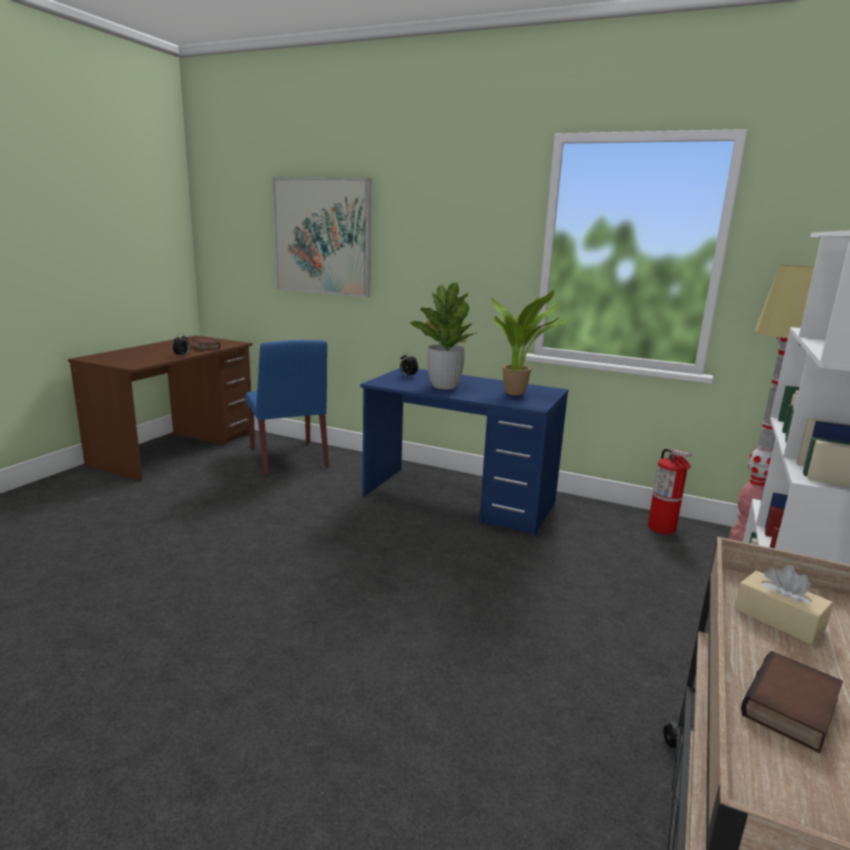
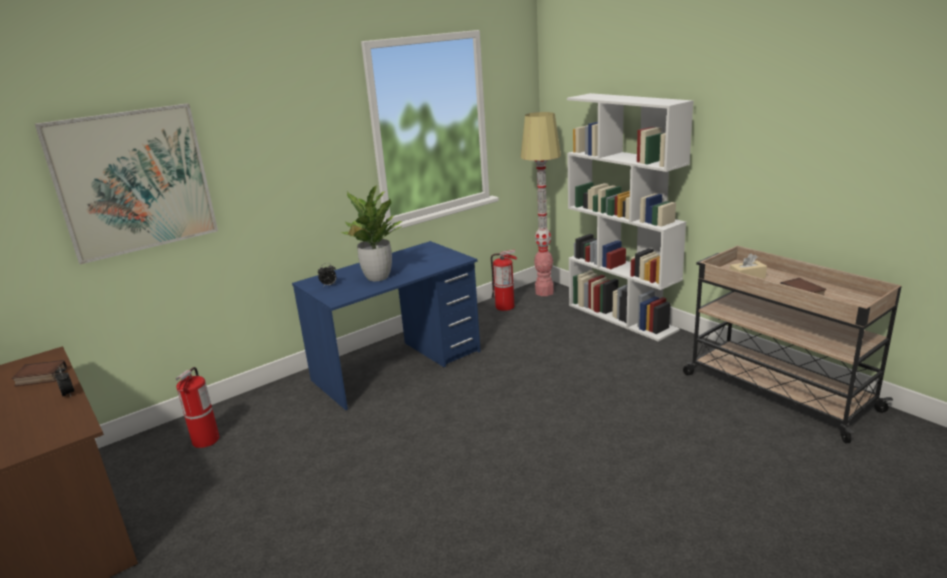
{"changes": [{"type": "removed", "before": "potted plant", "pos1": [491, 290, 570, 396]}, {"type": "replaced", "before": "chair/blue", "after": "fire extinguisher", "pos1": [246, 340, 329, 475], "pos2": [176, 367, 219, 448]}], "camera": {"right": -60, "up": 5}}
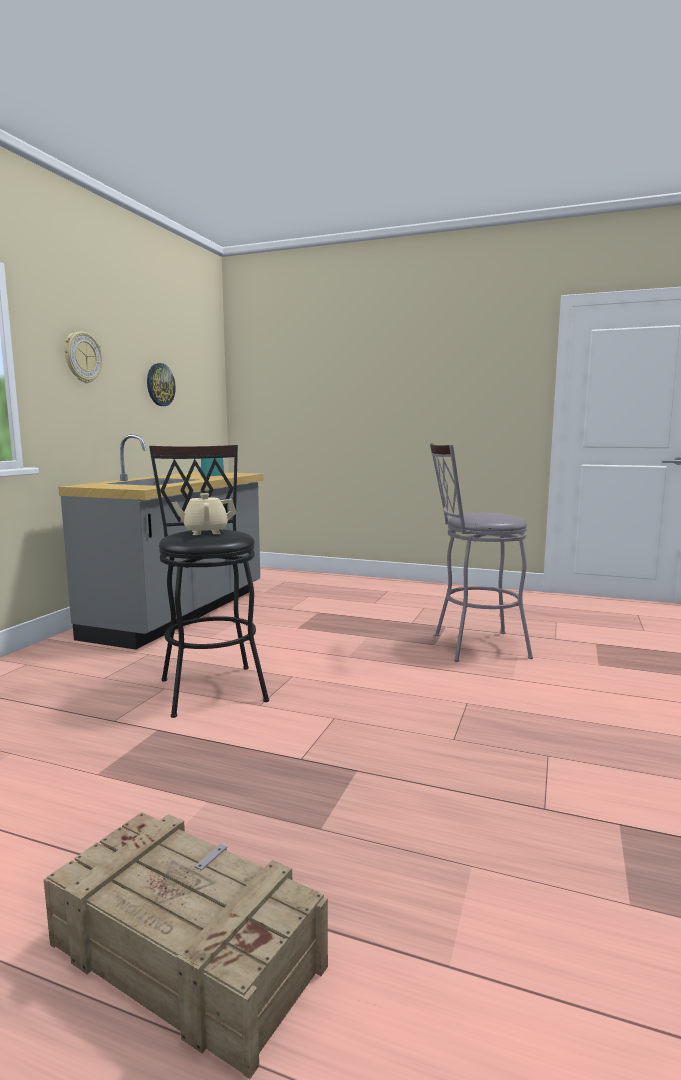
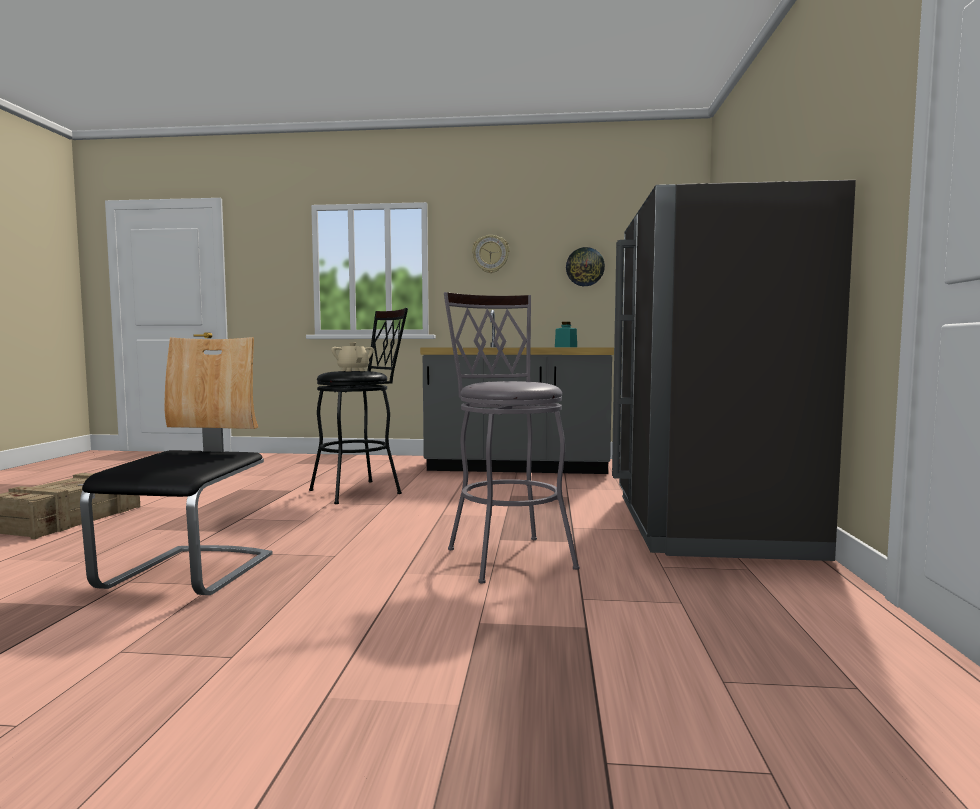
{"changes": [{"type": "added", "after": "fridge/grey", "pos2": [612, 180, 856, 561]}, {"type": "added", "after": "chair", "pos2": [80, 337, 273, 595]}], "camera": {"right": 75, "up": -5}}
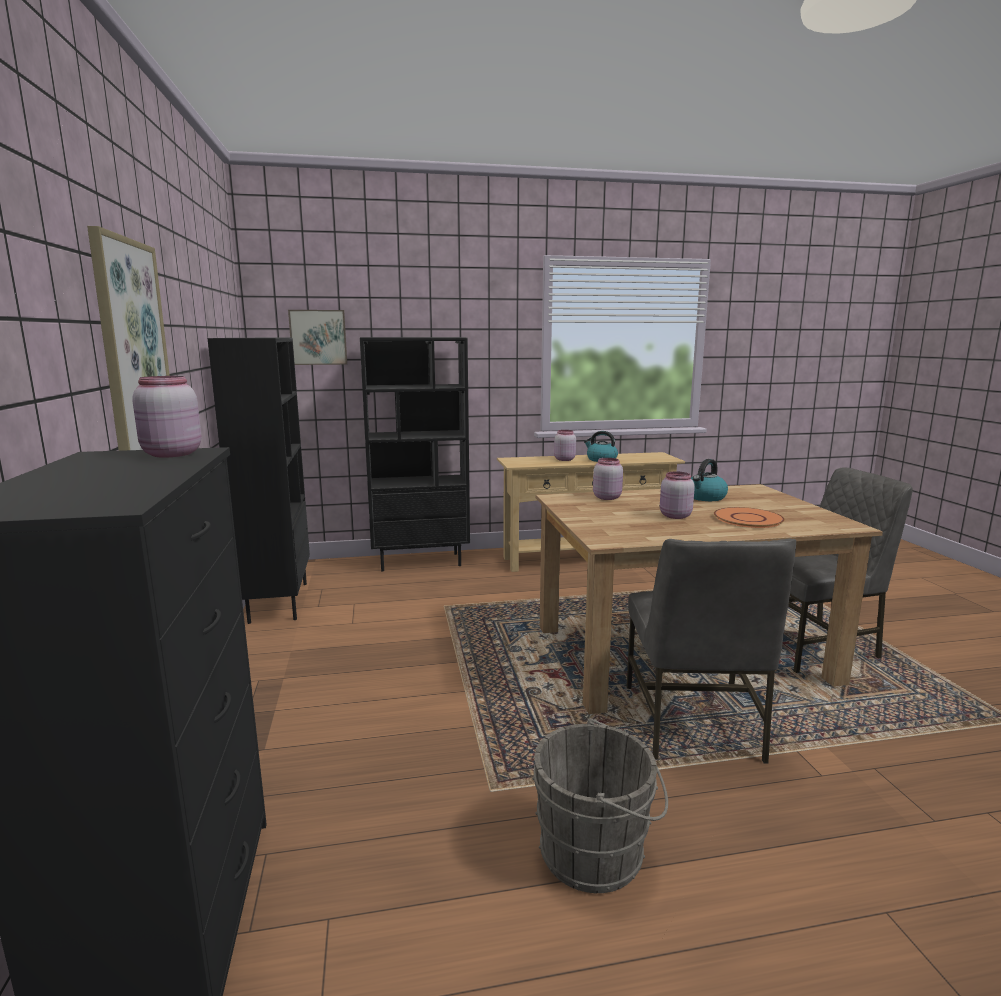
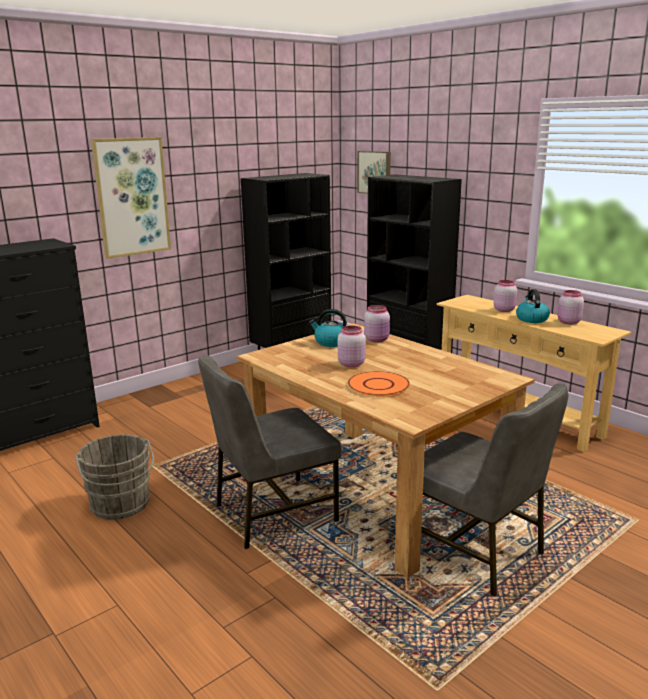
{"changes": [{"type": "moved", "before": "jar/pink", "pos1": [132, 376, 201, 458], "pos2": [558, 290, 584, 324]}, {"type": "moved", "before": "kettle", "pos1": [691, 459, 728, 501], "pos2": [309, 309, 347, 347]}], "camera": {"right": 60, "up": 5}}
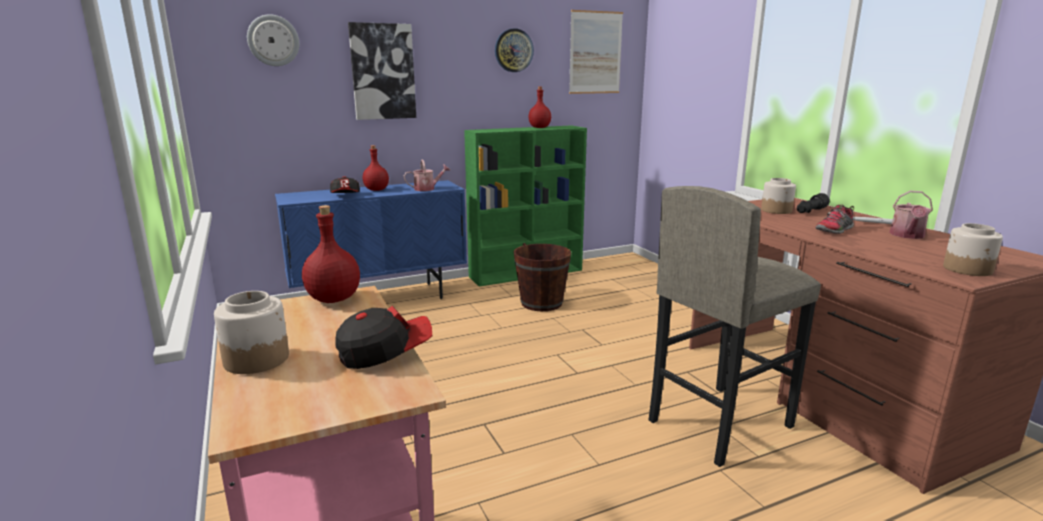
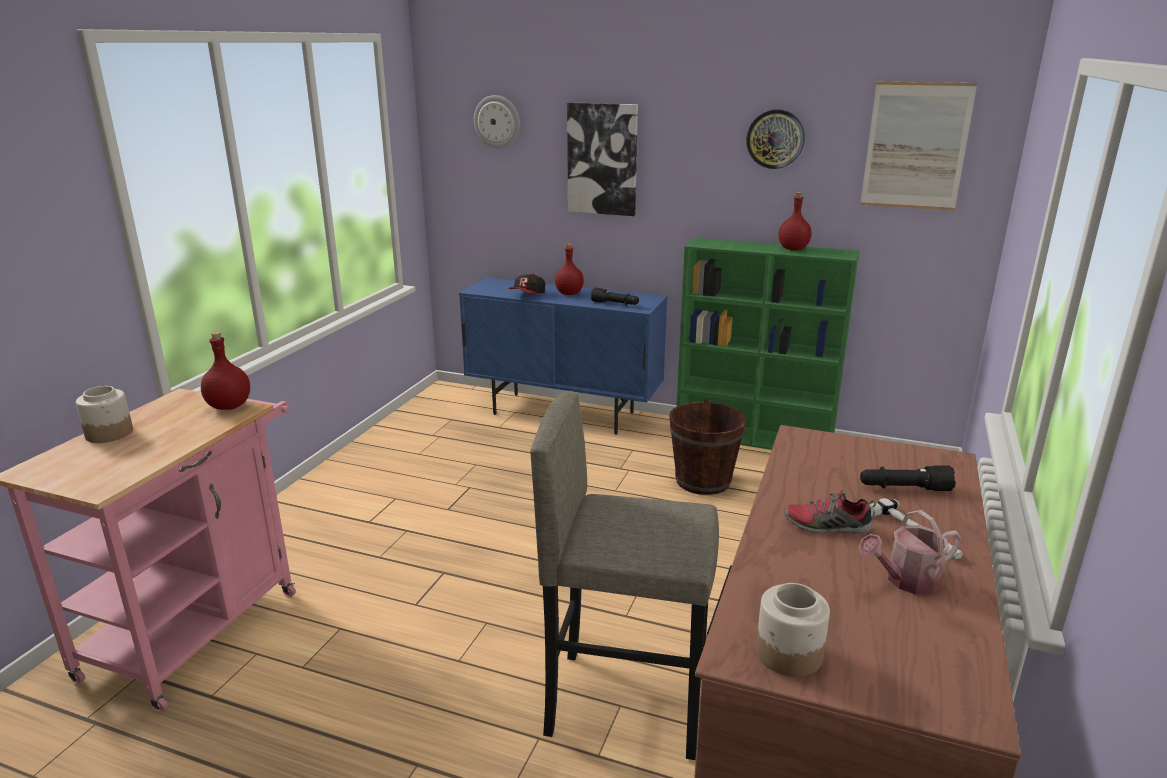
{"changes": [{"type": "replaced", "before": "watering can", "after": "flashlight/black", "pos1": [404, 160, 450, 191], "pos2": [591, 288, 639, 305]}, {"type": "removed", "before": "jar", "pos1": [761, 178, 796, 214]}, {"type": "removed", "before": "cap", "pos1": [336, 306, 432, 369]}], "camera": {"right": 45, "up": 5}}
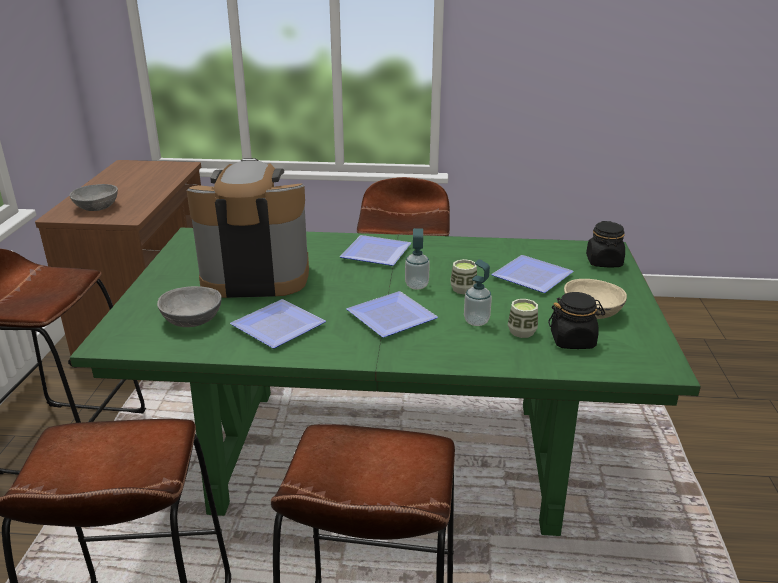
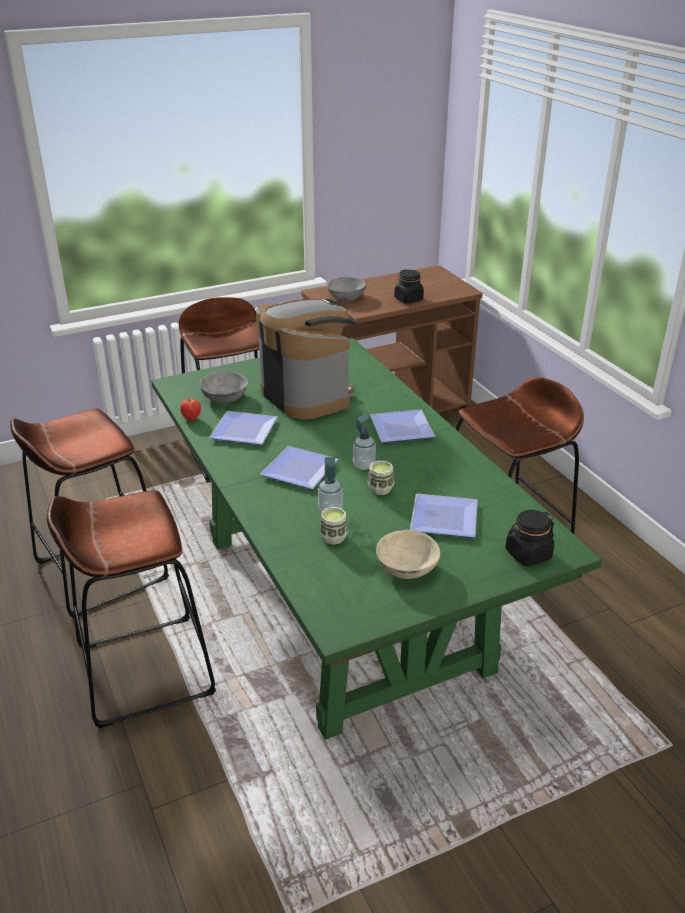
{"changes": [{"type": "moved", "before": "jar/black", "pos1": [548, 292, 605, 349], "pos2": [394, 269, 424, 304]}, {"type": "added", "after": "apple", "pos2": [180, 398, 201, 421]}], "camera": {"right": 60, "up": 5}}
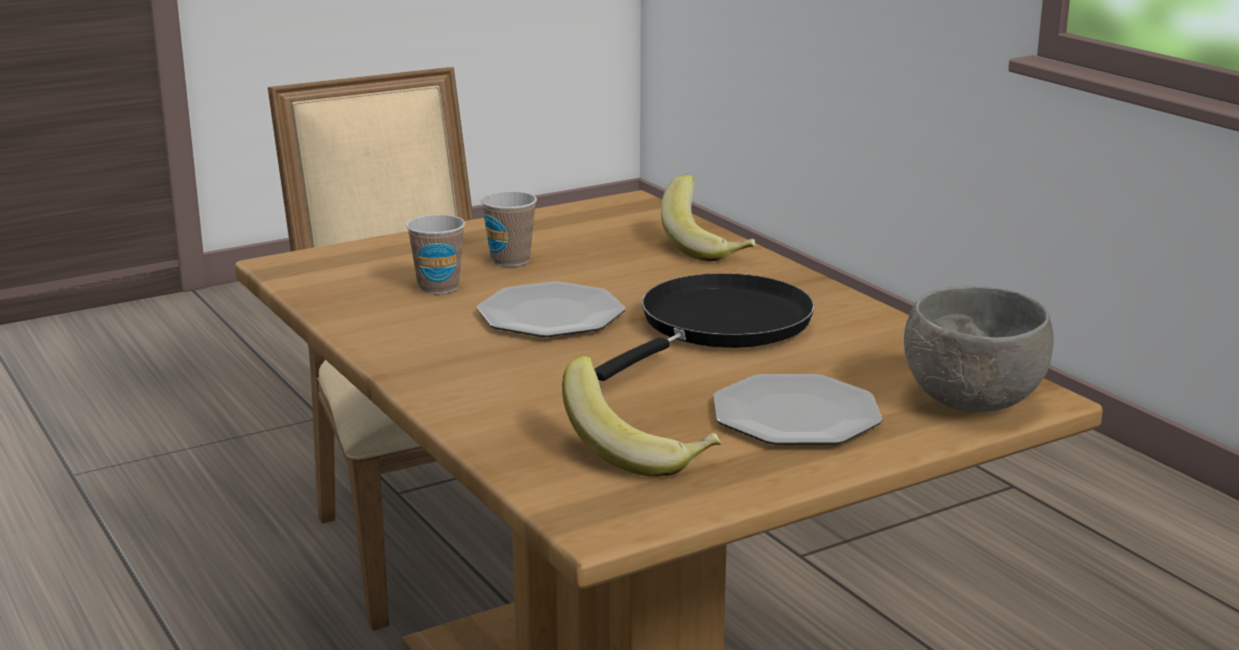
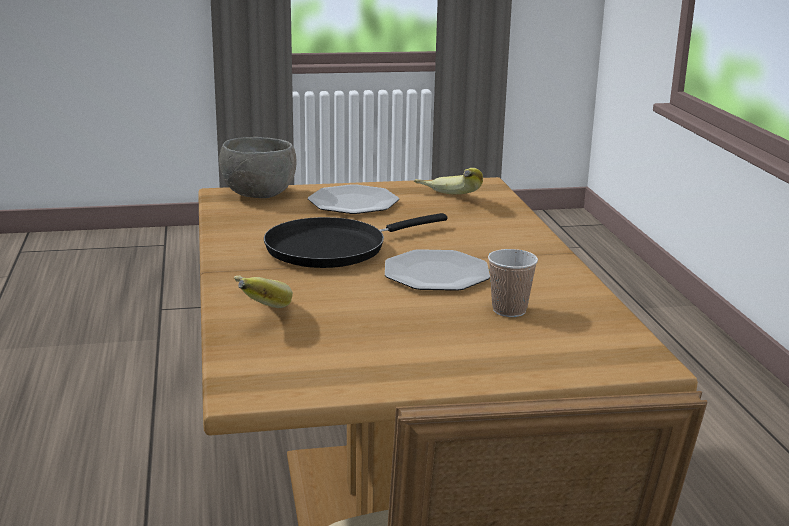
{"changes": [{"type": "removed", "before": "cup", "pos1": [481, 191, 537, 267]}], "camera": {"right": -160, "up": 0}}
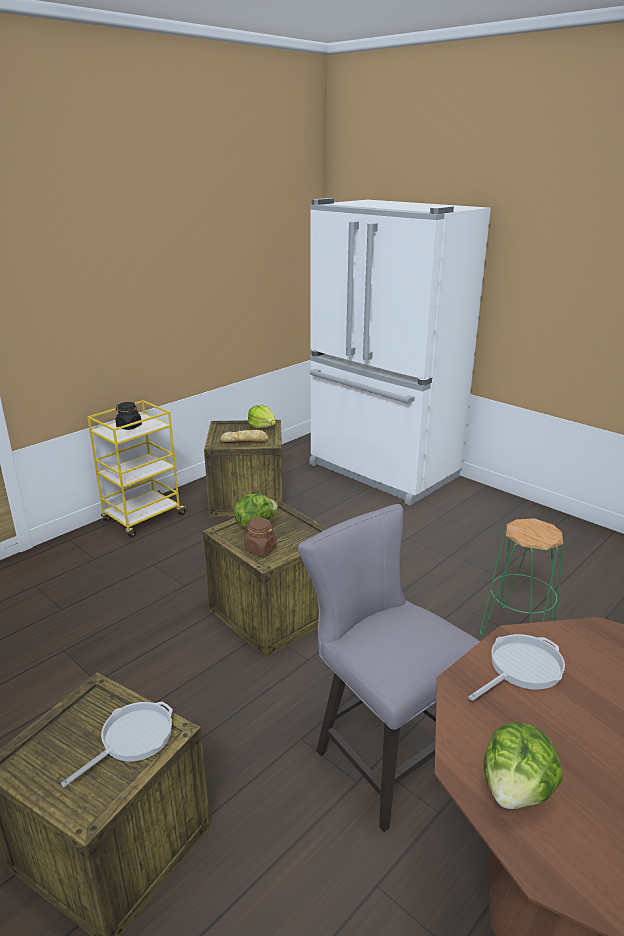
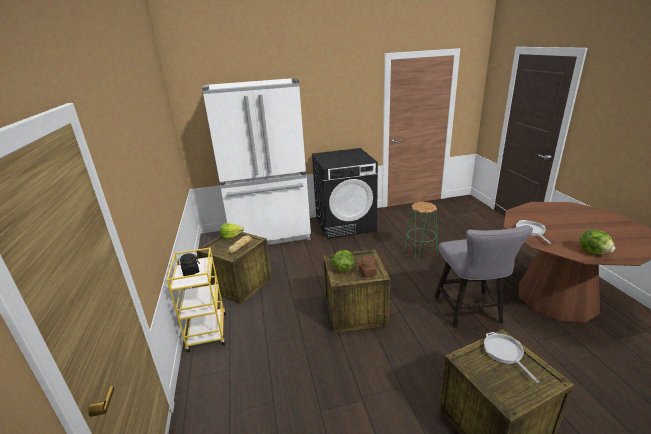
{"changes": [{"type": "turned", "before": "chair/grey", "pos1": [298, 504, 480, 832], "pos2": [434, 225, 533, 328], "turn": -90}, {"type": "added", "after": "washing machine/black", "pos2": [312, 148, 378, 239]}], "camera": {"right": -55, "up": 0}}
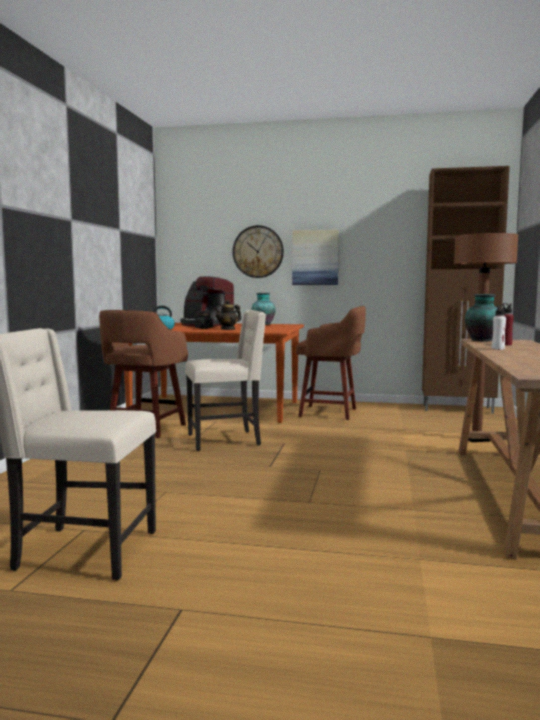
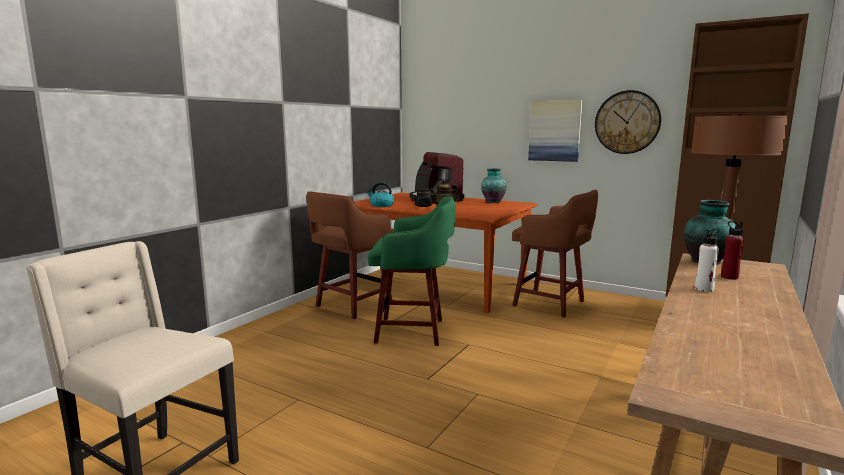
{"changes": [{"type": "moved", "before": "wall clock", "pos1": [233, 225, 284, 278], "pos2": [595, 90, 662, 154]}, {"type": "replaced", "before": "chair/beige", "after": "stool/green", "pos1": [185, 310, 266, 451], "pos2": [368, 196, 456, 346]}], "camera": {"right": 20, "up": 5}}
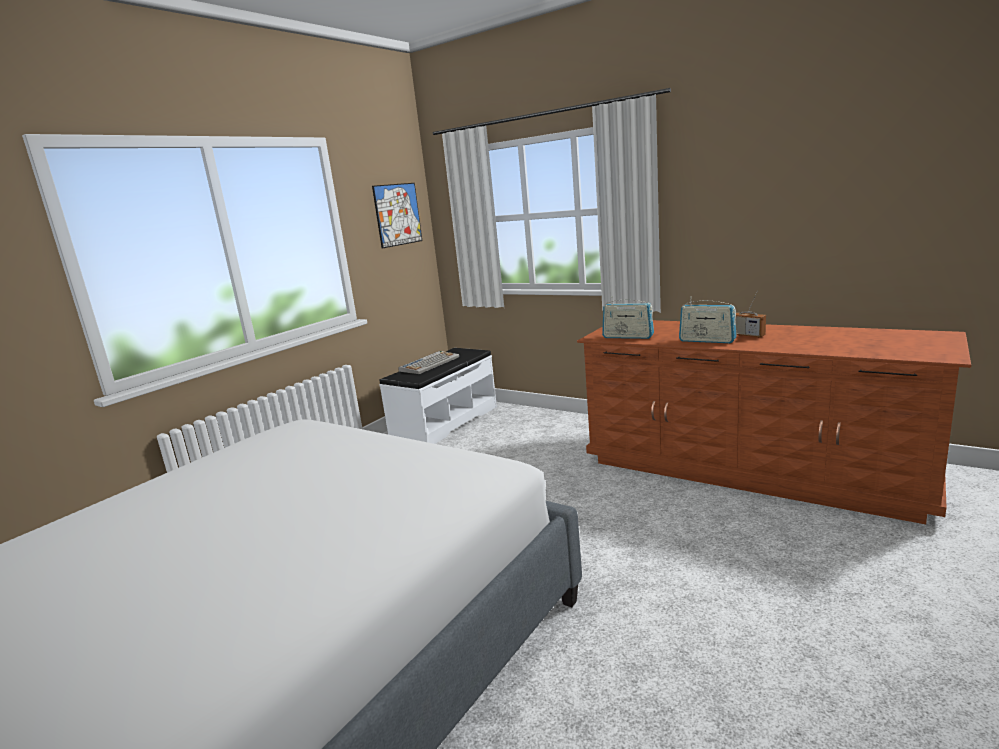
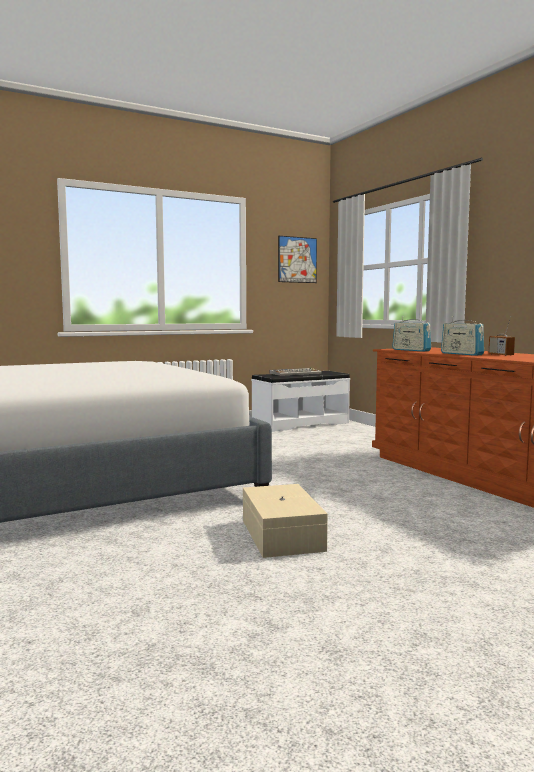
{"changes": [{"type": "added", "after": "storage box/beige", "pos2": [243, 484, 328, 558]}], "camera": {"right": 25, "up": -10}}
